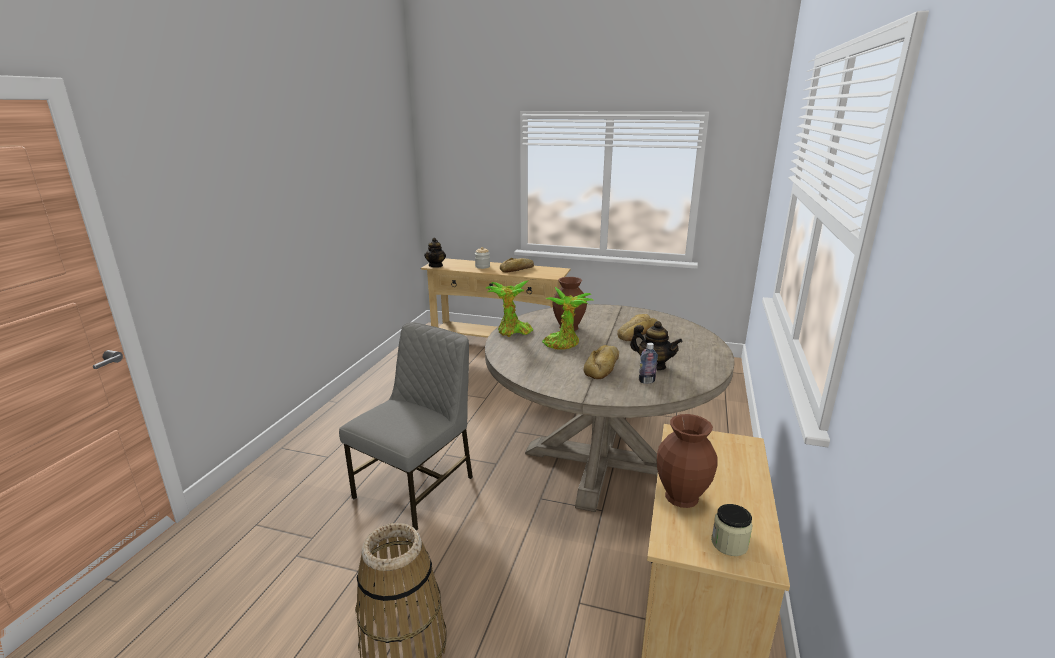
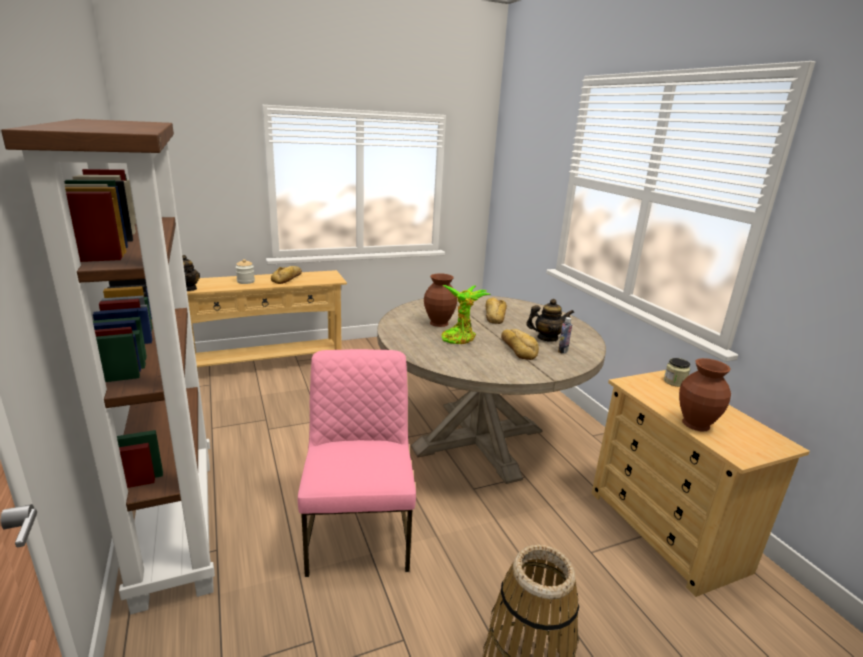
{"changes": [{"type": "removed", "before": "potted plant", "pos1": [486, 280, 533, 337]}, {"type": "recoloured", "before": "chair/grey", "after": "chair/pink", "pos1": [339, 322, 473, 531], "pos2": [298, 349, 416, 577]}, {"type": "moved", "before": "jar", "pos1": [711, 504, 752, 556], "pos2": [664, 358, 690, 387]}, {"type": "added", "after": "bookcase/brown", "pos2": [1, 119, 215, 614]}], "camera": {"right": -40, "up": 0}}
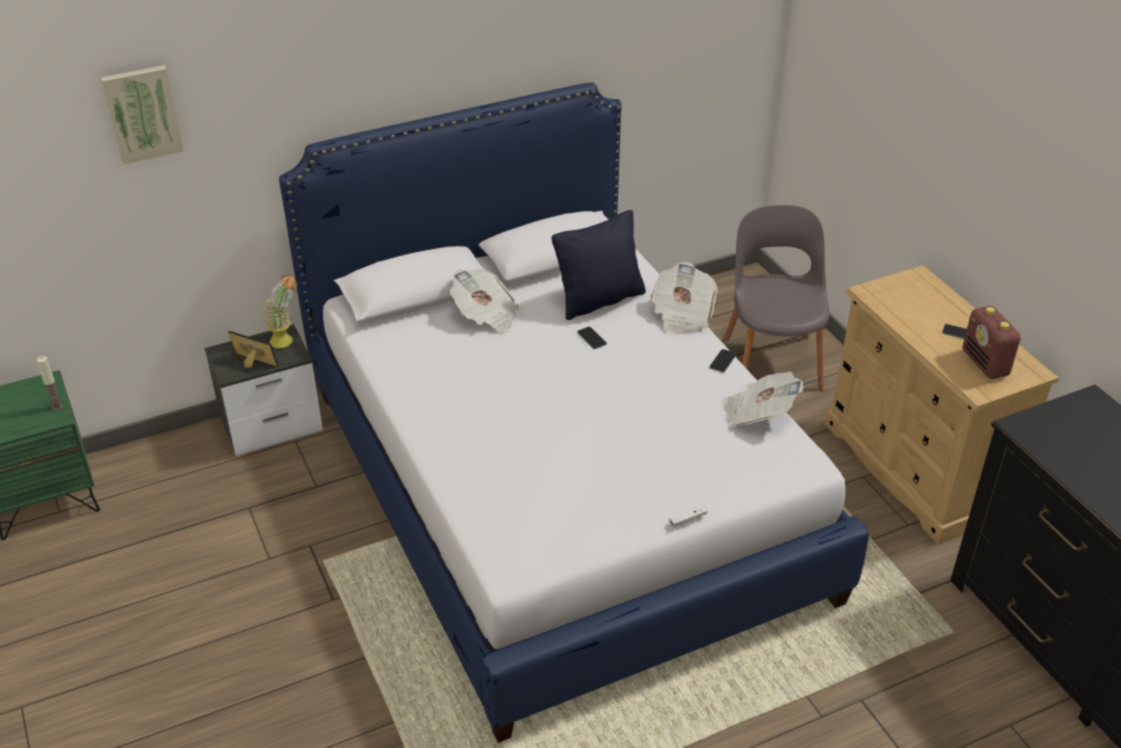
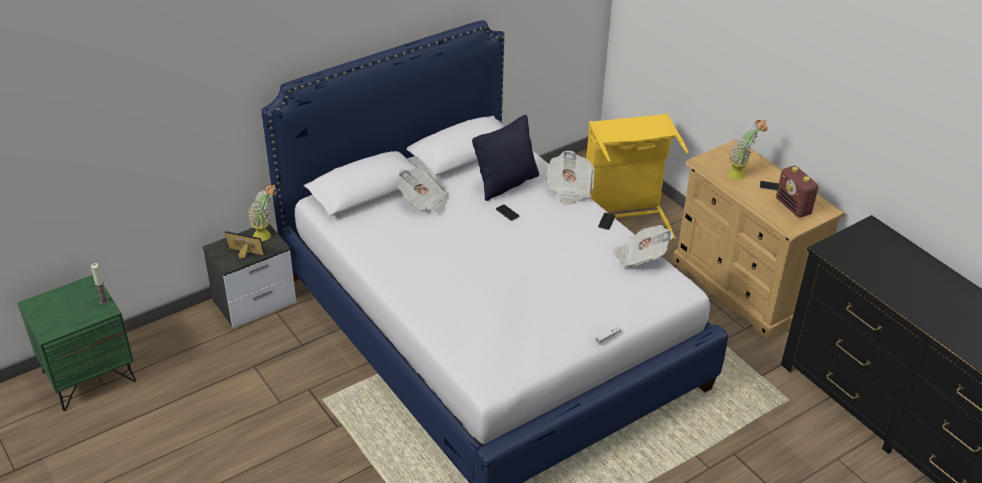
{"changes": [{"type": "removed", "before": "picture", "pos1": [101, 65, 184, 164]}, {"type": "replaced", "before": "chair/grey", "after": "laundry basket/yellow", "pos1": [724, 205, 829, 392], "pos2": [586, 113, 689, 239]}, {"type": "added", "after": "potted plant", "pos2": [727, 120, 768, 180]}], "camera": {"right": -10, "up": 0}}
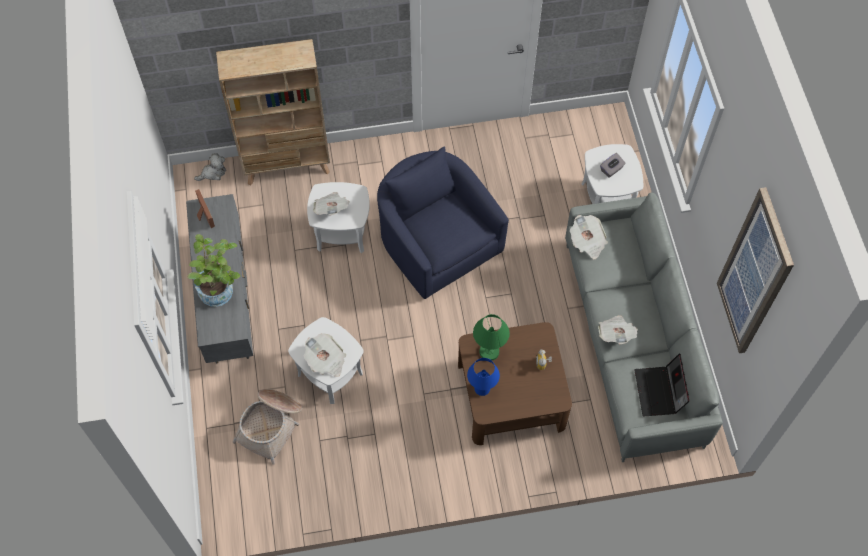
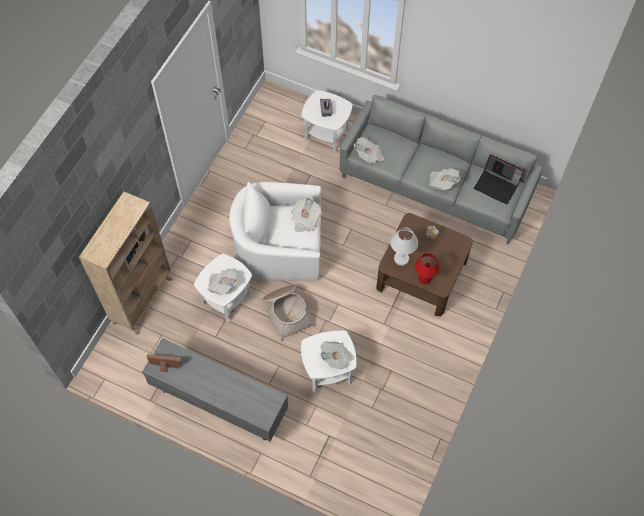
{"changes": [{"type": "recoloured", "before": "armchair/blue", "after": "armchair/white", "pos1": [377, 147, 509, 299], "pos2": [229, 182, 321, 281]}, {"type": "removed", "before": "plush toy", "pos1": [194, 153, 226, 181]}, {"type": "removed", "before": "picture", "pos1": [717, 187, 794, 353]}, {"type": "removed", "before": "potted plant", "pos1": [187, 234, 240, 307]}, {"type": "recoloured", "before": "table lamp/green", "after": "table lamp/white", "pos1": [473, 314, 510, 361], "pos2": [390, 228, 418, 266]}, {"type": "recoloured", "before": "table lamp/blue", "after": "table lamp/red", "pos1": [467, 358, 500, 396], "pos2": [415, 253, 440, 284]}, {"type": "moved", "before": "basket", "pos1": [233, 389, 302, 464], "pos2": [263, 285, 315, 341]}, {"type": "added", "after": "newspaper", "pos2": [291, 197, 322, 232]}], "camera": {"right": -55, "up": 0}}
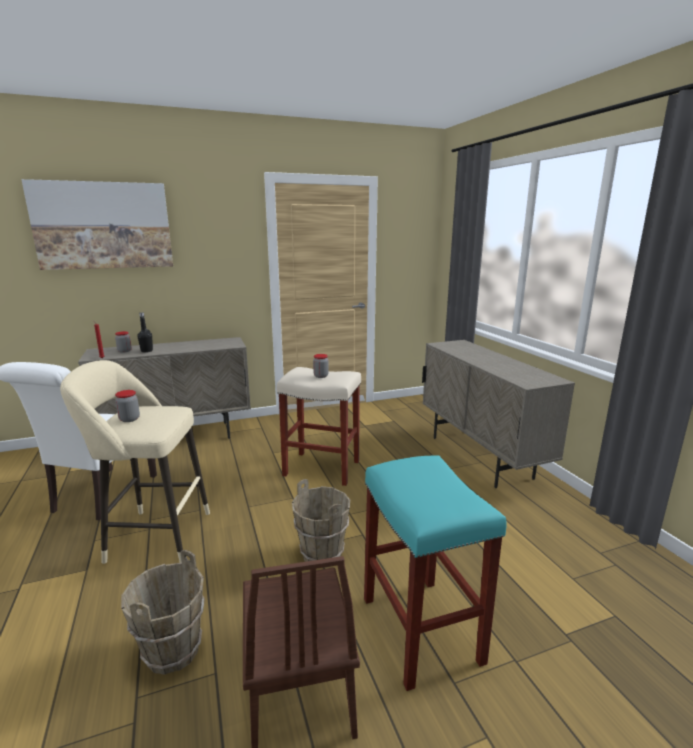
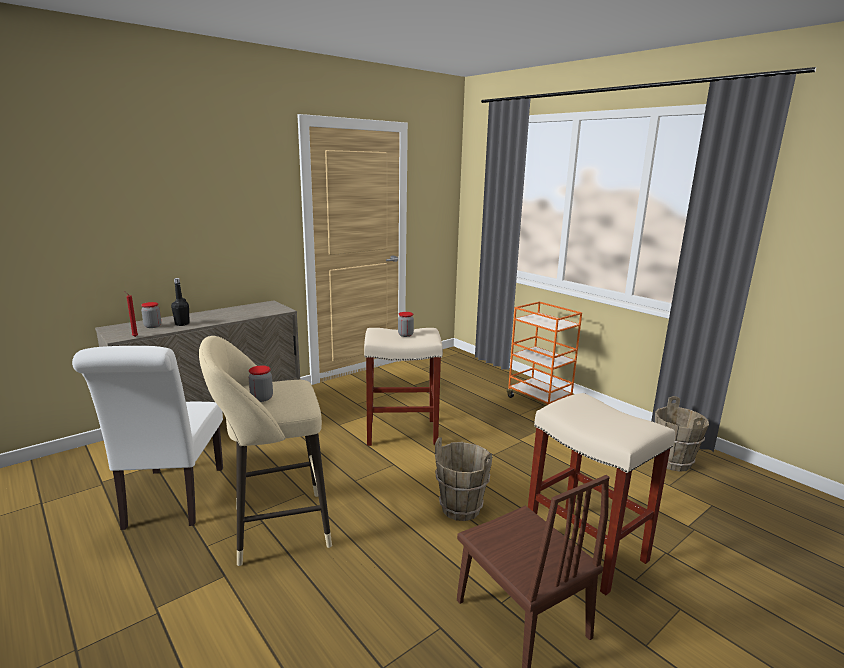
{"changes": [{"type": "removed", "before": "picture", "pos1": [21, 179, 173, 270]}, {"type": "replaced", "before": "cabinet/beige", "after": "cart/orange", "pos1": [422, 340, 575, 488], "pos2": [507, 301, 582, 406]}, {"type": "recoloured", "before": "stool/turquoise", "after": "stool/beige", "pos1": [364, 455, 507, 691], "pos2": [528, 393, 675, 595]}, {"type": "moved", "before": "bucket/brown", "pos1": [121, 550, 205, 675], "pos2": [655, 396, 709, 472]}], "camera": {"right": -20, "up": 0}}
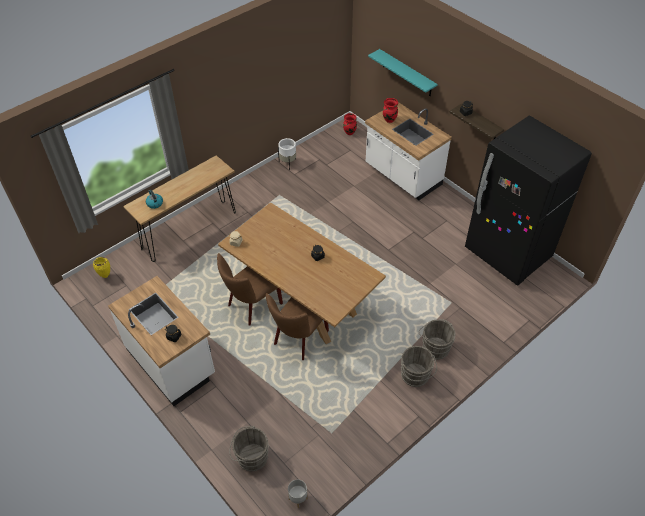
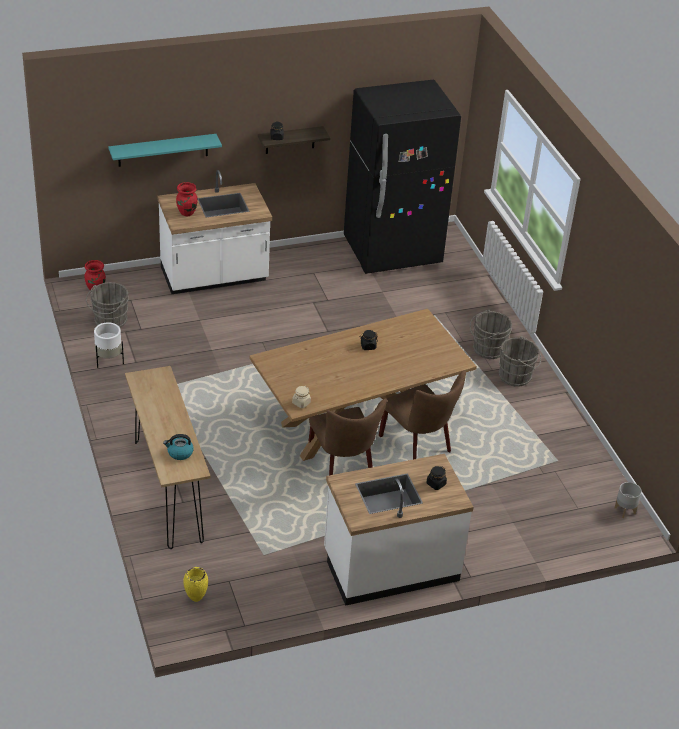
{"changes": [{"type": "moved", "before": "bucket/grey", "pos1": [229, 426, 269, 471], "pos2": [86, 282, 129, 328]}], "camera": {"right": -70, "up": -10}}
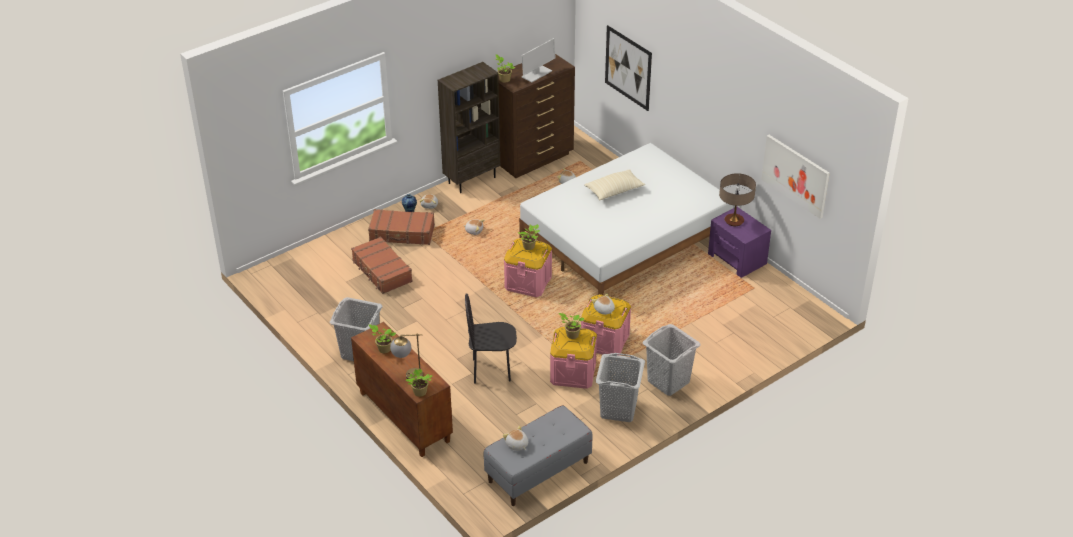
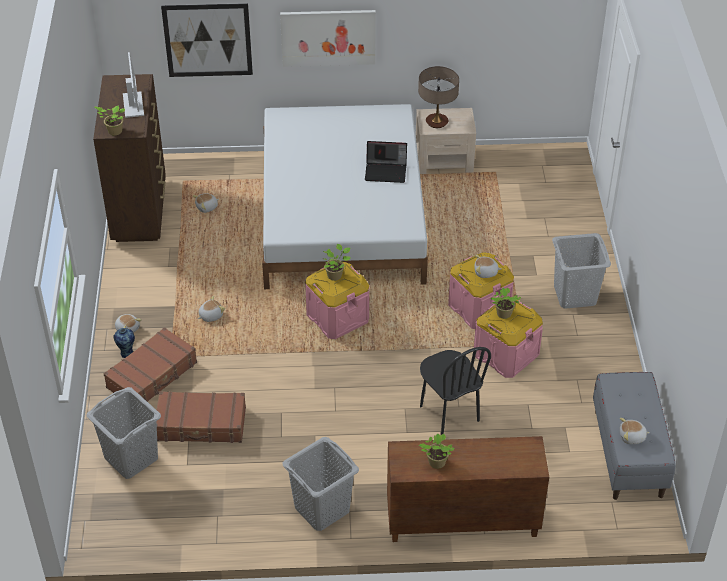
{"changes": [{"type": "removed", "before": "bookcase/brown", "pos1": [438, 62, 500, 193]}, {"type": "moved", "before": "picture", "pos1": [761, 135, 829, 219], "pos2": [280, 10, 376, 67]}, {"type": "removed", "before": "pillow/beige", "pos1": [584, 169, 645, 200]}, {"type": "recoloured", "before": "nightstand/purple", "after": "nightstand/beige", "pos1": [708, 207, 771, 278], "pos2": [416, 108, 476, 174]}, {"type": "turned", "before": "chair/black", "pos1": [465, 293, 517, 384], "pos2": [420, 347, 491, 435], "turn": -60}, {"type": "removed", "before": "table lamp", "pos1": [390, 334, 423, 379]}, {"type": "moved", "before": "laundry basket/grey", "pos1": [596, 353, 645, 422], "pos2": [86, 387, 161, 479]}, {"type": "removed", "before": "potted plant", "pos1": [406, 369, 432, 397]}, {"type": "added", "after": "laptop", "pos2": [365, 141, 407, 183]}], "camera": {"right": -55, "up": 5}}
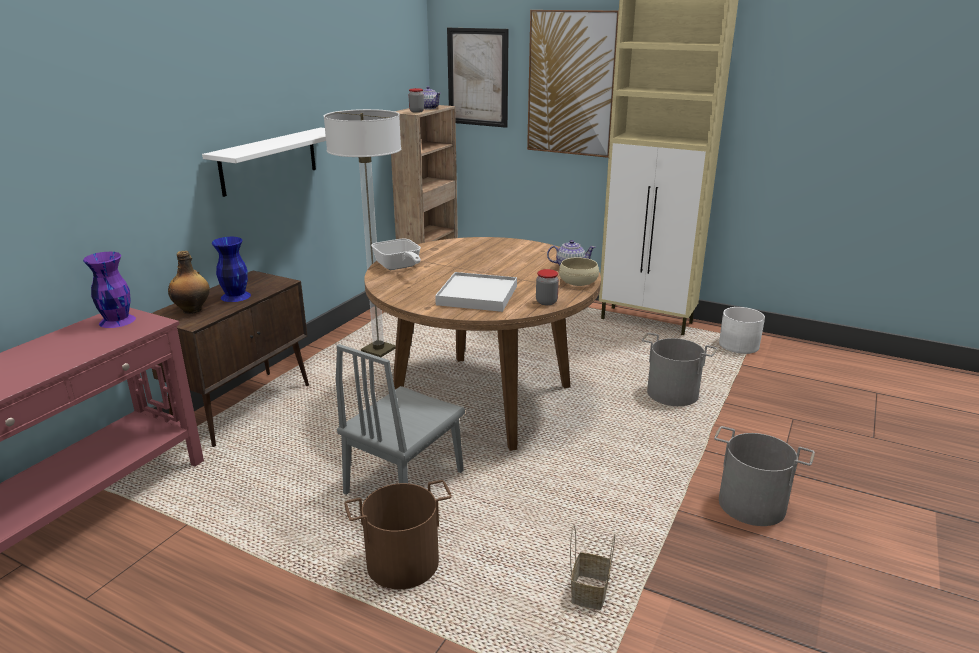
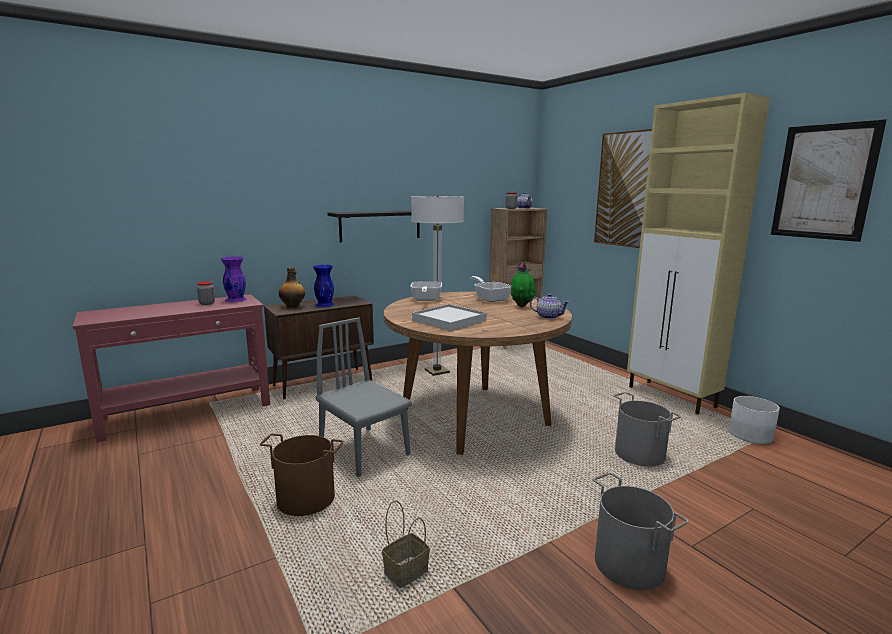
{"changes": [{"type": "moved", "before": "picture", "pos1": [447, 28, 509, 128], "pos2": [771, 119, 887, 242]}, {"type": "recoloured", "before": "shelf/white", "after": "shelf/black", "pos1": [202, 127, 326, 197], "pos2": [328, 211, 420, 242]}, {"type": "removed", "before": "bowl/beige", "pos1": [559, 258, 599, 286]}, {"type": "moved", "before": "jar", "pos1": [536, 269, 559, 305], "pos2": [197, 281, 215, 305]}, {"type": "turned", "before": "chair/grey", "pos1": [336, 344, 465, 495], "pos2": [315, 317, 412, 477], "turn": 75}, {"type": "added", "after": "potted plant", "pos2": [511, 262, 536, 307]}, {"type": "added", "after": "frying pan", "pos2": [470, 276, 511, 302]}], "camera": {"right": 30, "up": -10}}
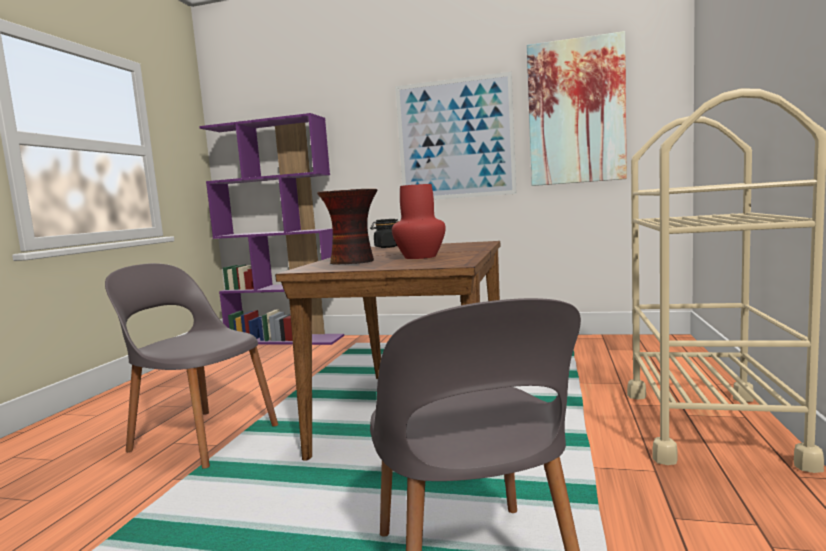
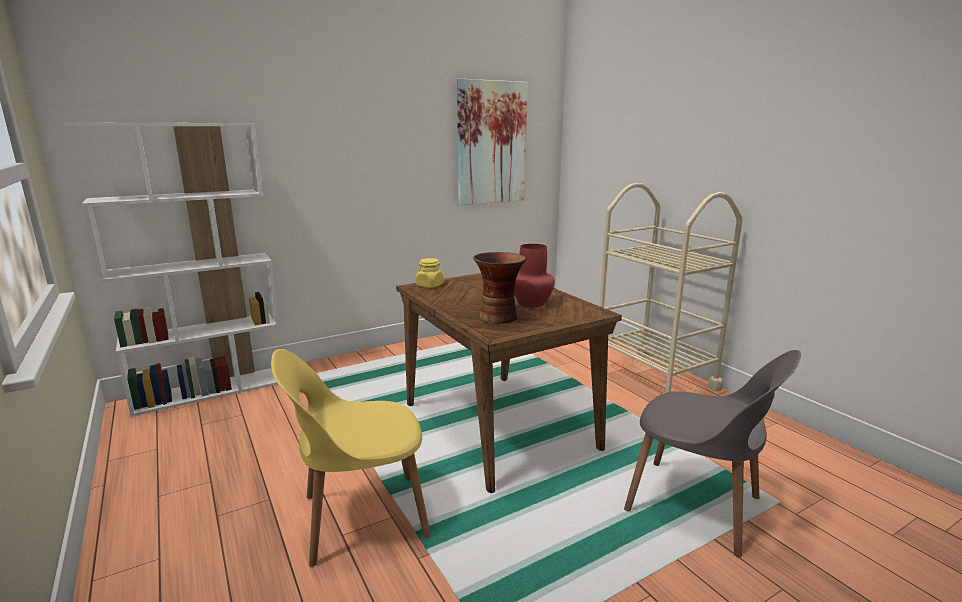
{"changes": [{"type": "removed", "before": "picture", "pos1": [396, 72, 517, 199]}, {"type": "recoloured", "before": "bookcase/purple", "after": "bookcase/white", "pos1": [199, 113, 344, 345], "pos2": [64, 122, 280, 417]}, {"type": "recoloured", "before": "jar/black", "after": "jar/yellow", "pos1": [370, 219, 399, 248], "pos2": [416, 258, 443, 288]}, {"type": "recoloured", "before": "chair/grey", "after": "chair/yellow", "pos1": [105, 263, 278, 469], "pos2": [271, 349, 431, 567]}], "camera": {"right": -45, "up": 10}}
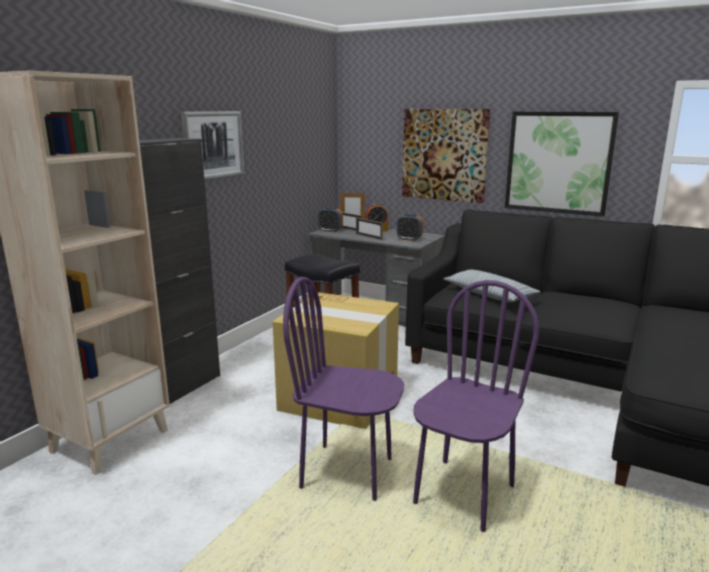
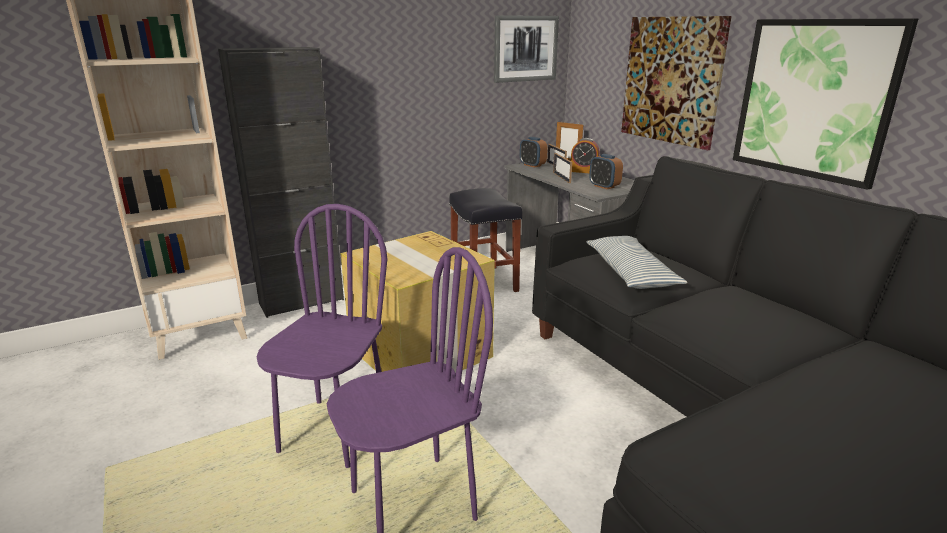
{"changes": [{"type": "moved", "before": "picture", "pos1": [181, 111, 245, 181], "pos2": [494, 15, 559, 83]}, {"type": "turned", "before": "chair/purple", "pos1": [283, 277, 404, 501], "pos2": [257, 204, 387, 468], "turn": 60}], "camera": {"right": 30, "up": 5}}
